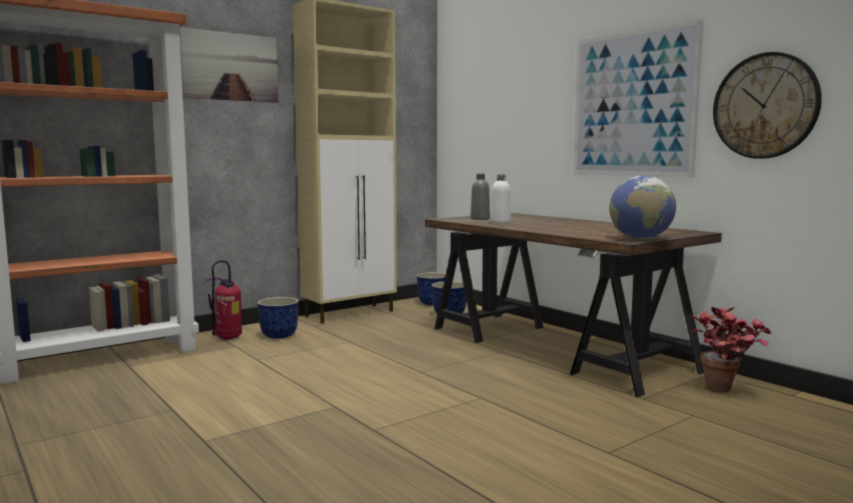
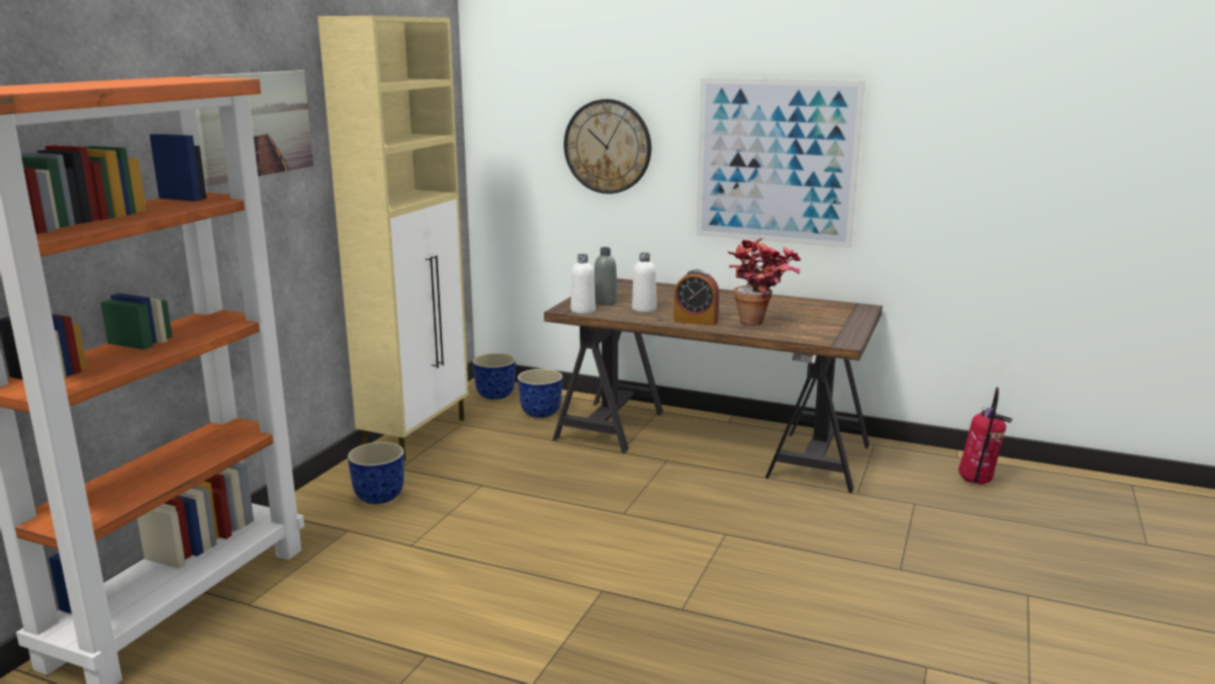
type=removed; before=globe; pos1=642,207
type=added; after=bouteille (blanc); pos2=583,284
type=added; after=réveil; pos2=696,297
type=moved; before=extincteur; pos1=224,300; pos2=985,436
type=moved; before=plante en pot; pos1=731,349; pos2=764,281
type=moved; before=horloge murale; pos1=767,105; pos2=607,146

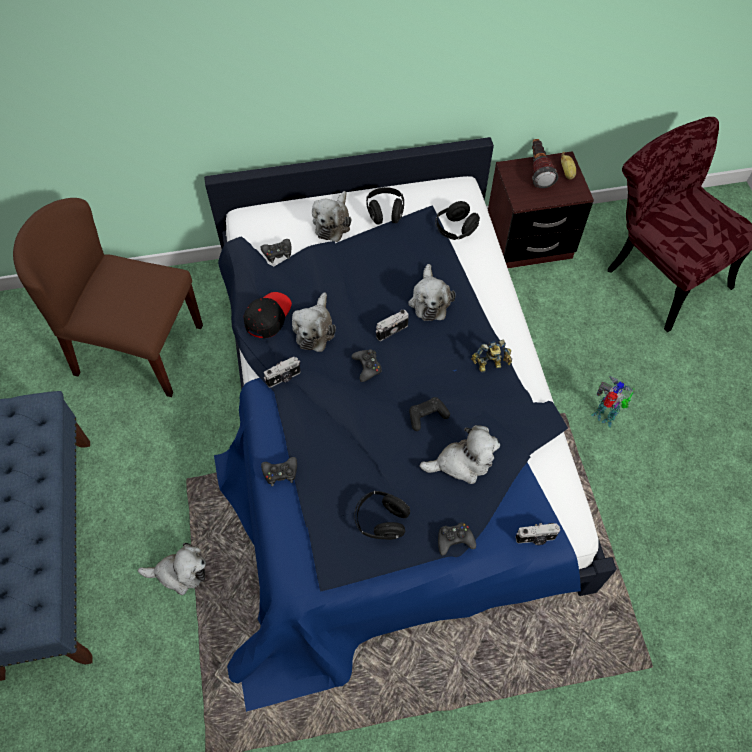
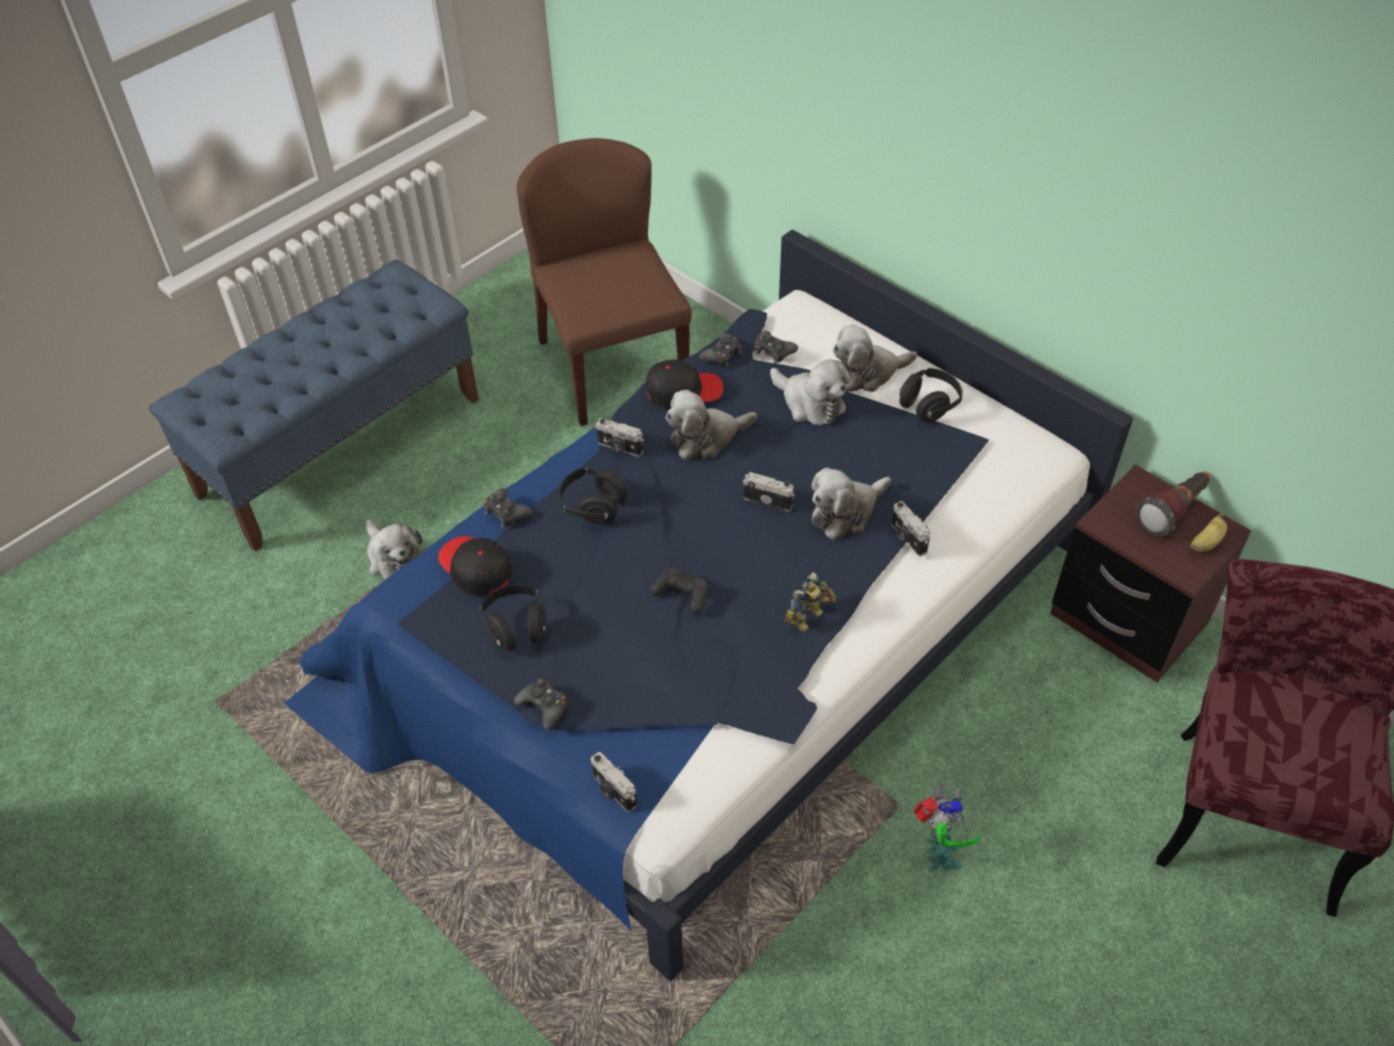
type=added; after=casquette (noir); pos2=475,566
type=added; after=appareil photo; pos2=910,528
type=moved; before=manette (noir); pos1=367,365; pos2=720,350
type=moved; before=peluche; pos1=459,454; pos2=810,392
type=moved; before=casque audio (noir); pos1=457,220; pos2=592,496
type=turned; before=robot jouet; pos1=491,356; pos2=810,602; turn=-90

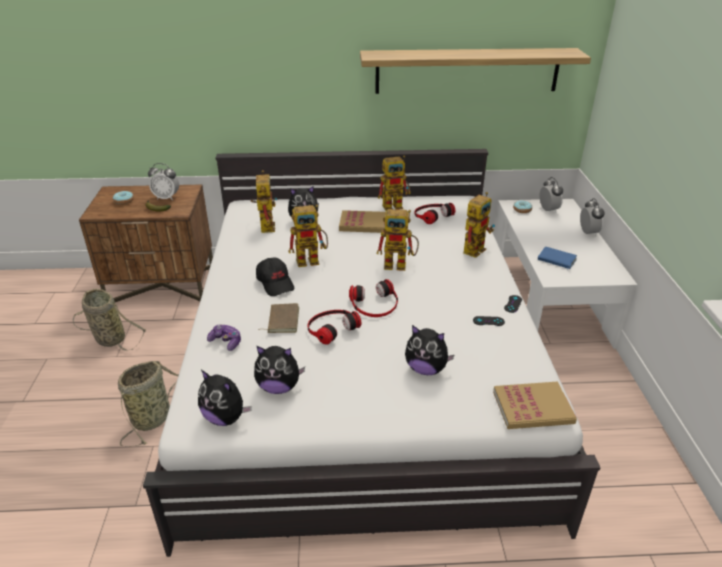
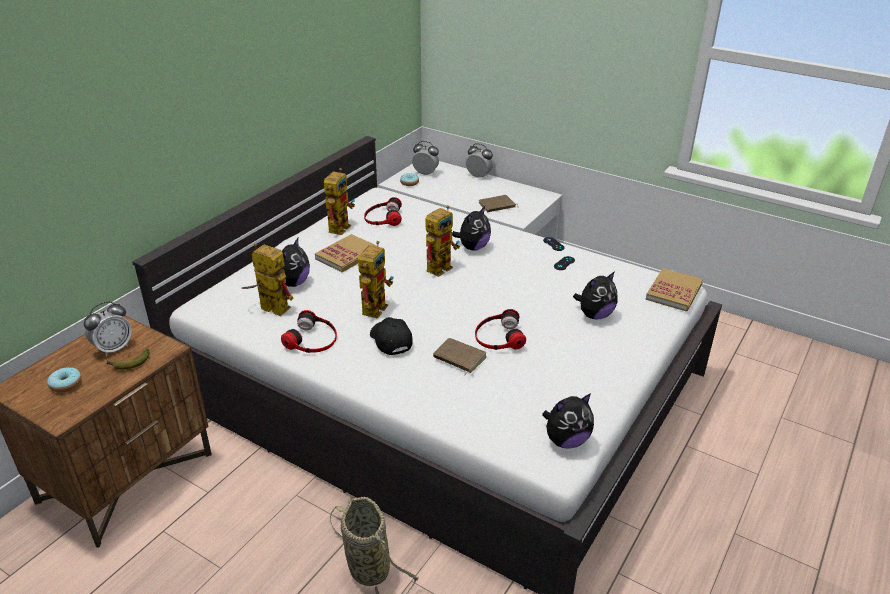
type=removed; before=panier; pos1=109,320
type=removed; before=manette; pos1=224,337
type=removed; before=étagère; pos1=475,71
type=removed; before=robot jouet; pos1=479,225
type=moved; before=peluche; pos1=279,370; pos2=471,228
type=moved; before=casque audio; pos1=373,298; pos2=309,331
type=recoloured; before=livre (bleu); after=livre (marron); pos1=557,258; pos2=499,203
type=turned; before=casquette (noir); pos1=275,276; pos2=391,336; turn=-120

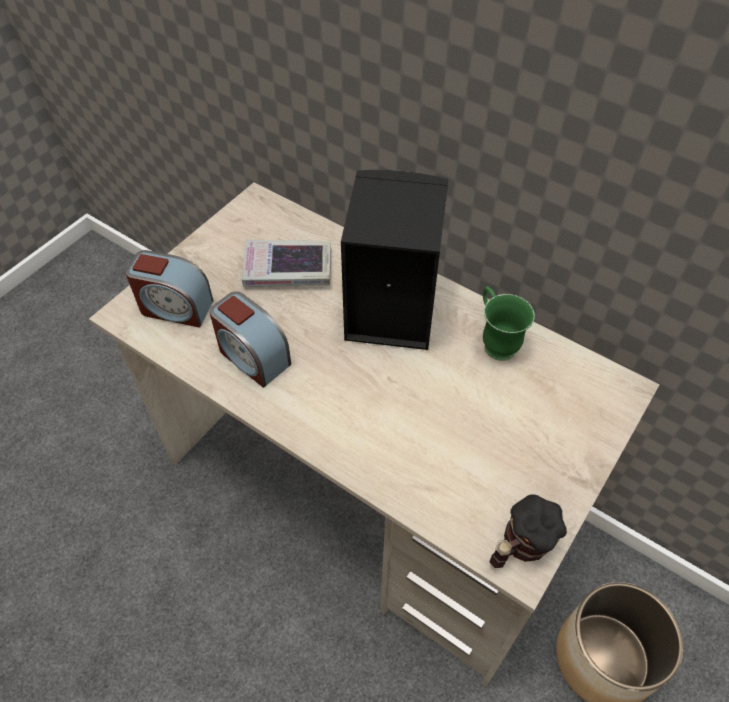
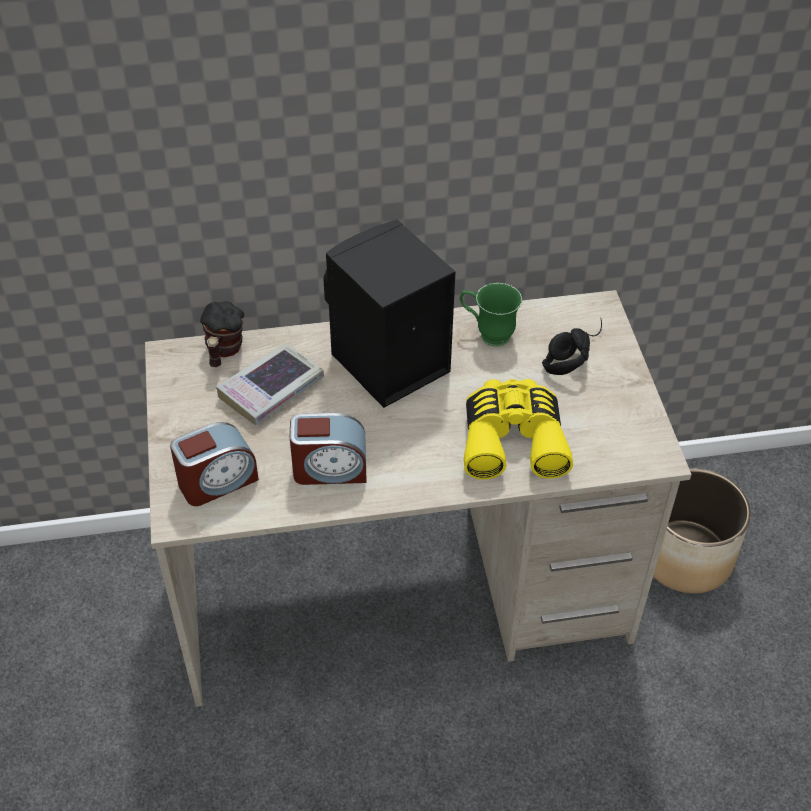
type=added; after=jumelles (jaune); pos2=518,429
type=added; after=casque audio (noir); pos2=572,346
type=moved; before=mug; pos1=528,531; pos2=222,334

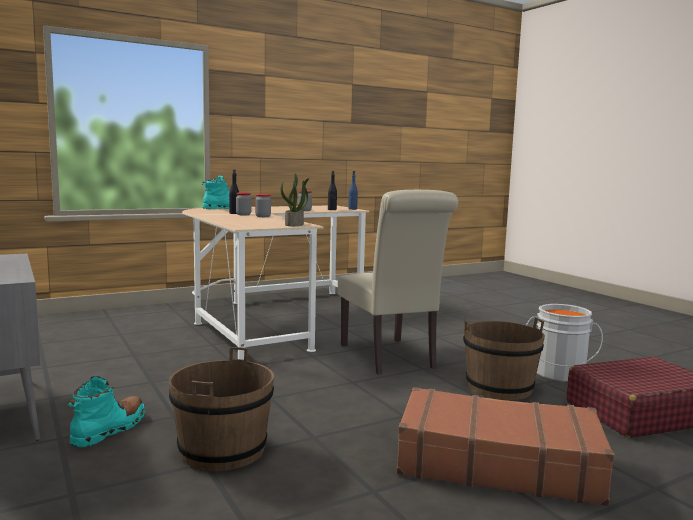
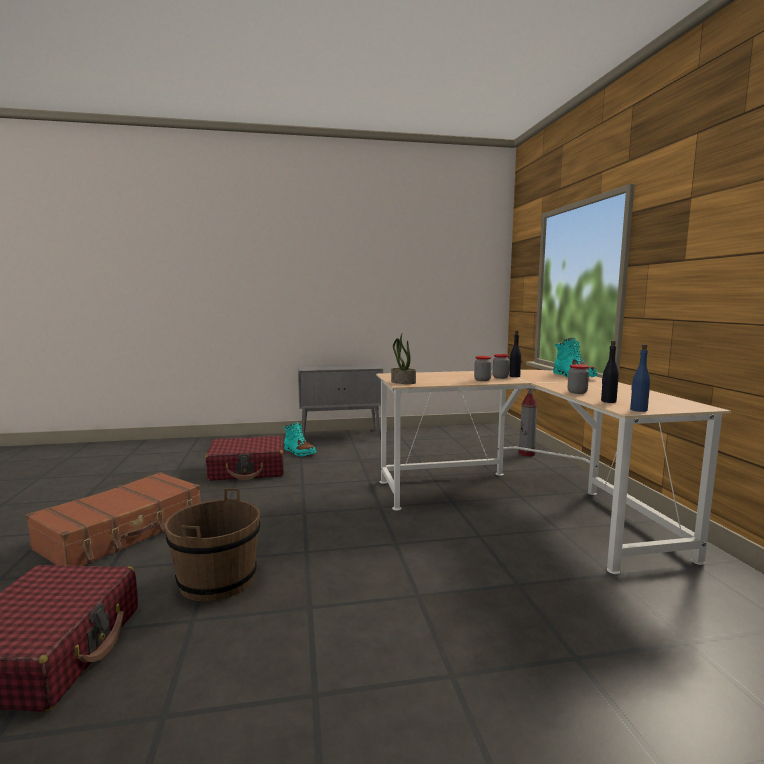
type=removed; before=chaise (beige); pos1=398,282
type=removed; before=seau (gris); pos1=564,343
type=added; after=extincteur; pos2=528,422
type=replaced; before=seau (marron); after=valise (rouge); pos1=221,409; pos2=244,458

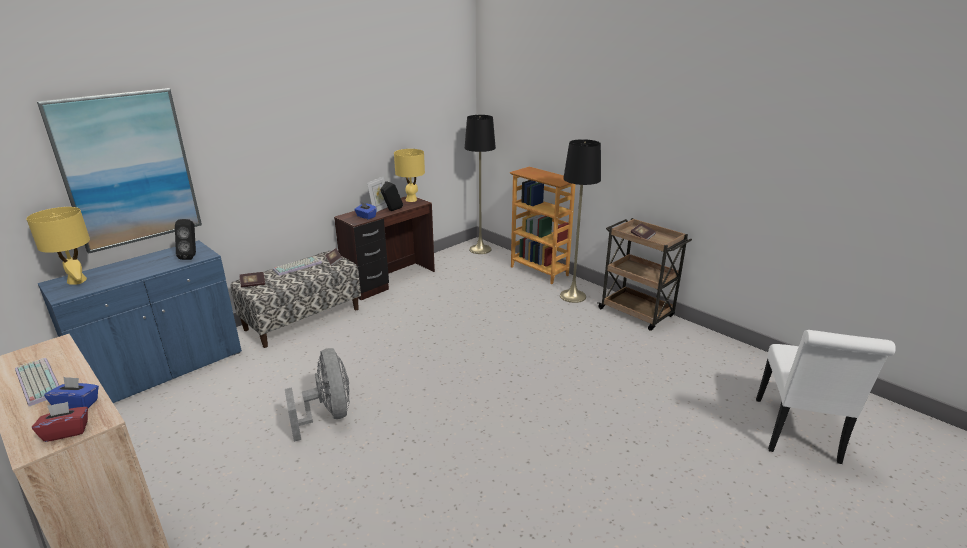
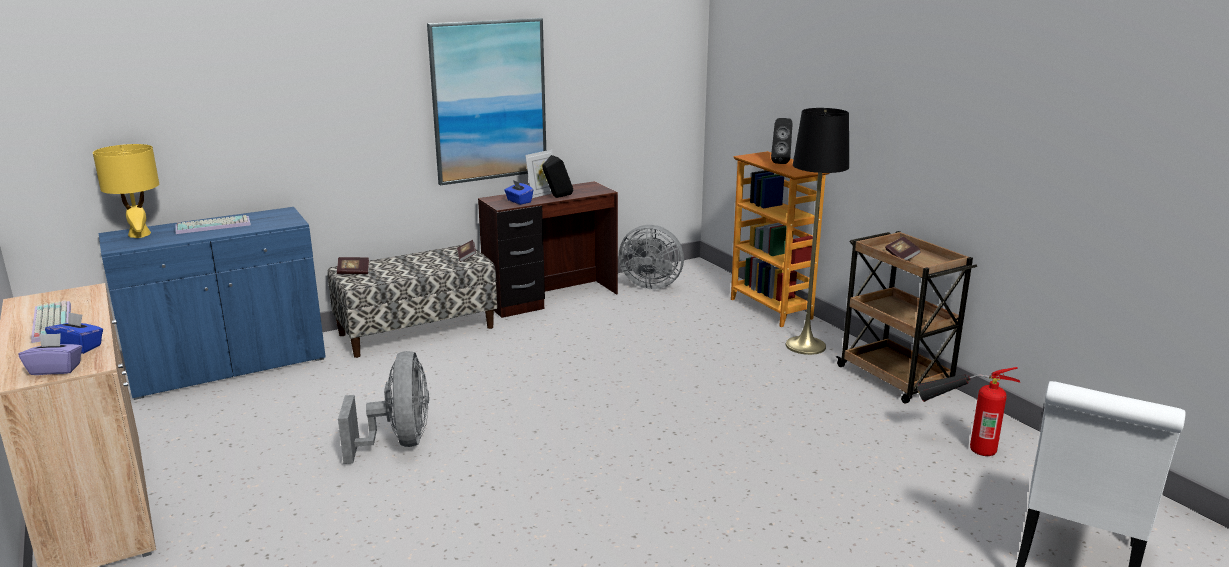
type=removed; before=lampe de table (jaune); pos1=409,175
type=removed; before=lampadaire (noir); pos1=480,184
type=added; after=ventilateur (gris); pos2=651,257
type=added; after=extincteur; pos2=968,411
type=moved; before=tableau; pos1=119,171; pos2=486,101
type=moved; before=enceinte (noir); pos1=185,239; pos2=781,141
type=moved; before=clavier; pos1=297,266; pos2=213,224
type=recoloured; before=boîte à mouchoirs (rouge); after=boîte à mouchoirs (violet); pos1=60,422; pos2=50,354

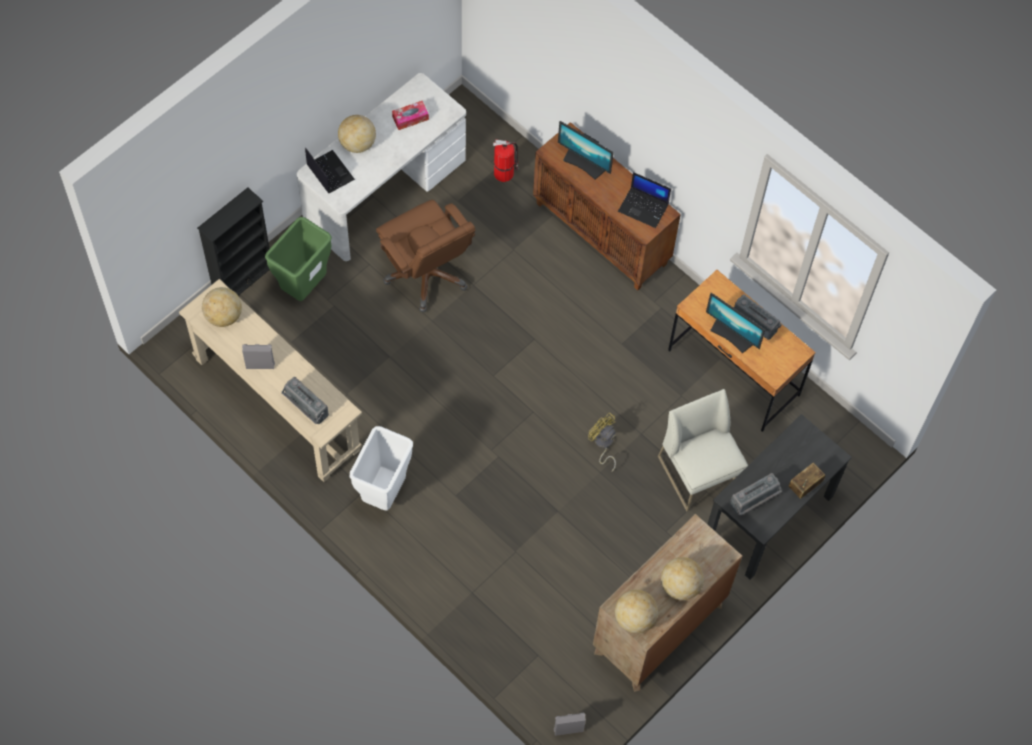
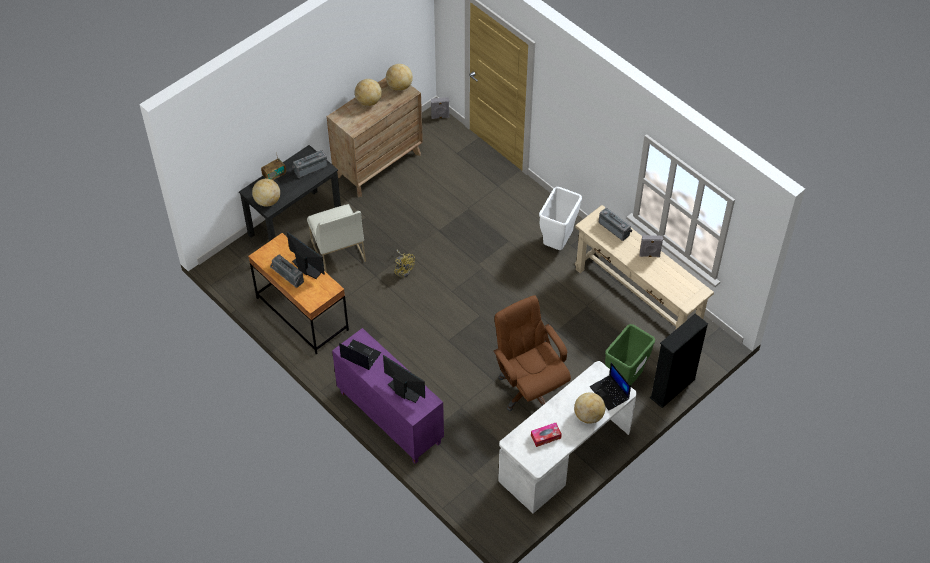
type=removed; before=extincteur; pos1=506,161
type=moved; before=globe; pos1=222,307; pos2=266,193
type=recoloured; before=meuble de rangement (marron); after=meuble de rangement (violet); pos1=607,206; pos2=388,396

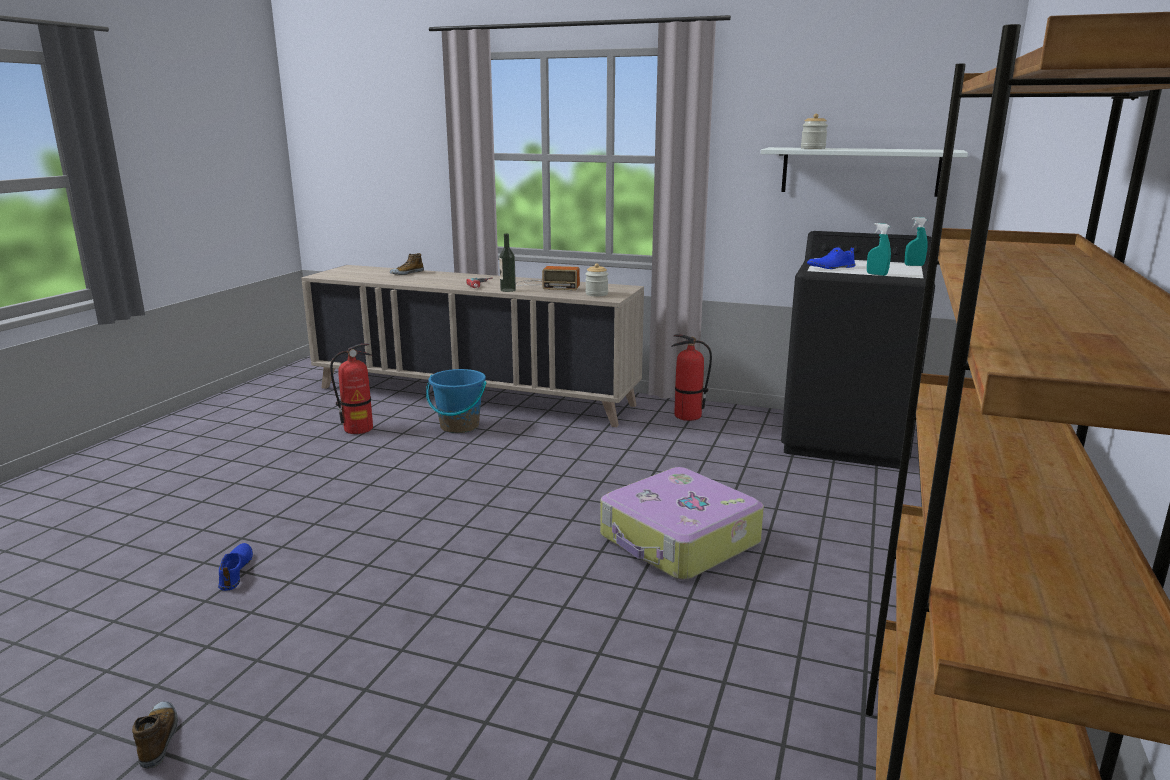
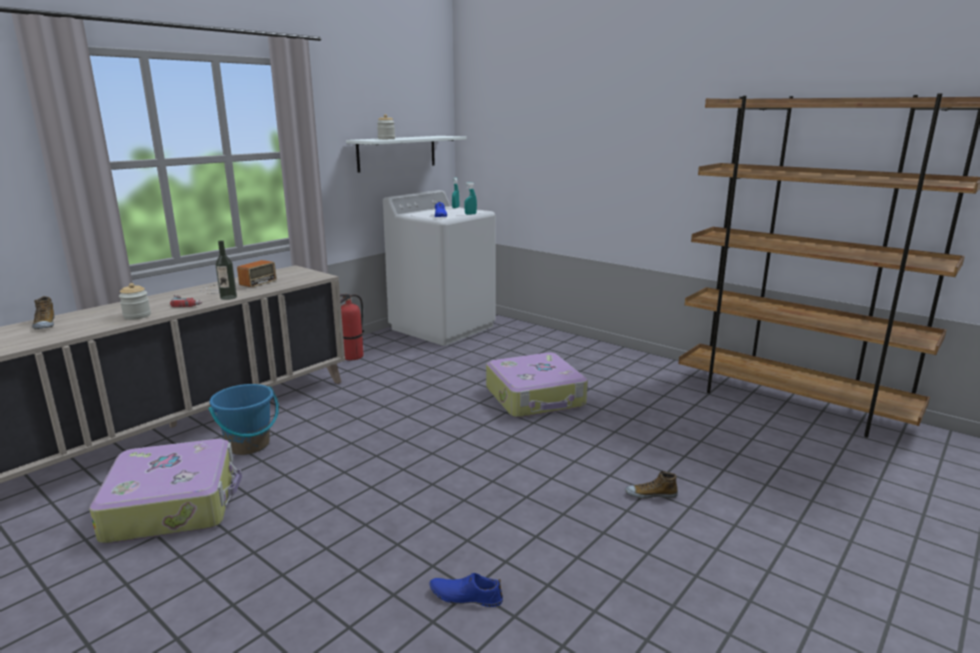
type=moved; before=chaussure; pos1=155,735; pos2=651,485
type=moved; before=bocal; pos1=596,279; pos2=135,301
type=replaced; before=extincteur; after=valise; pos1=351,388; pos2=165,491
type=recoloured; before=lave-linge (noir); after=lave-linge (blanc); pos1=858,350; pos2=439,268

